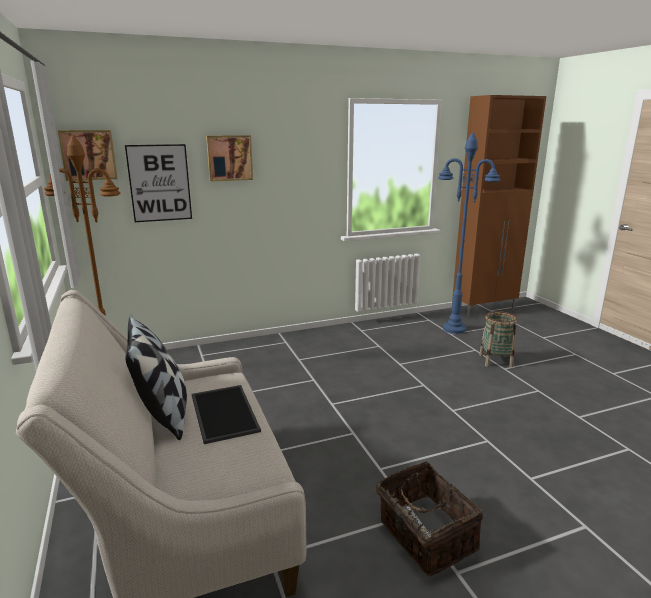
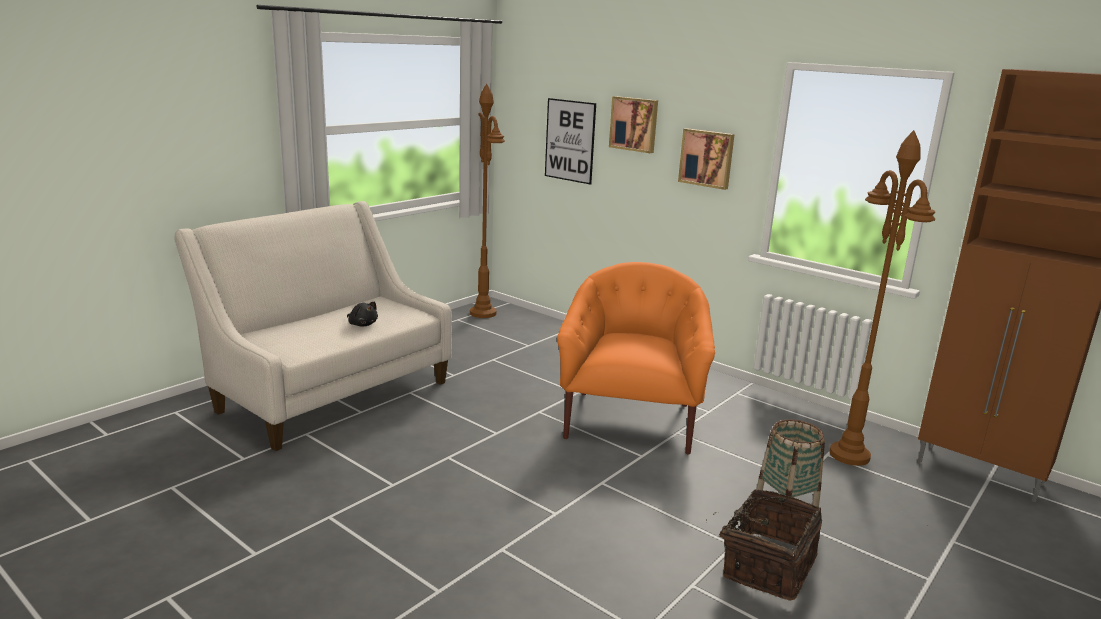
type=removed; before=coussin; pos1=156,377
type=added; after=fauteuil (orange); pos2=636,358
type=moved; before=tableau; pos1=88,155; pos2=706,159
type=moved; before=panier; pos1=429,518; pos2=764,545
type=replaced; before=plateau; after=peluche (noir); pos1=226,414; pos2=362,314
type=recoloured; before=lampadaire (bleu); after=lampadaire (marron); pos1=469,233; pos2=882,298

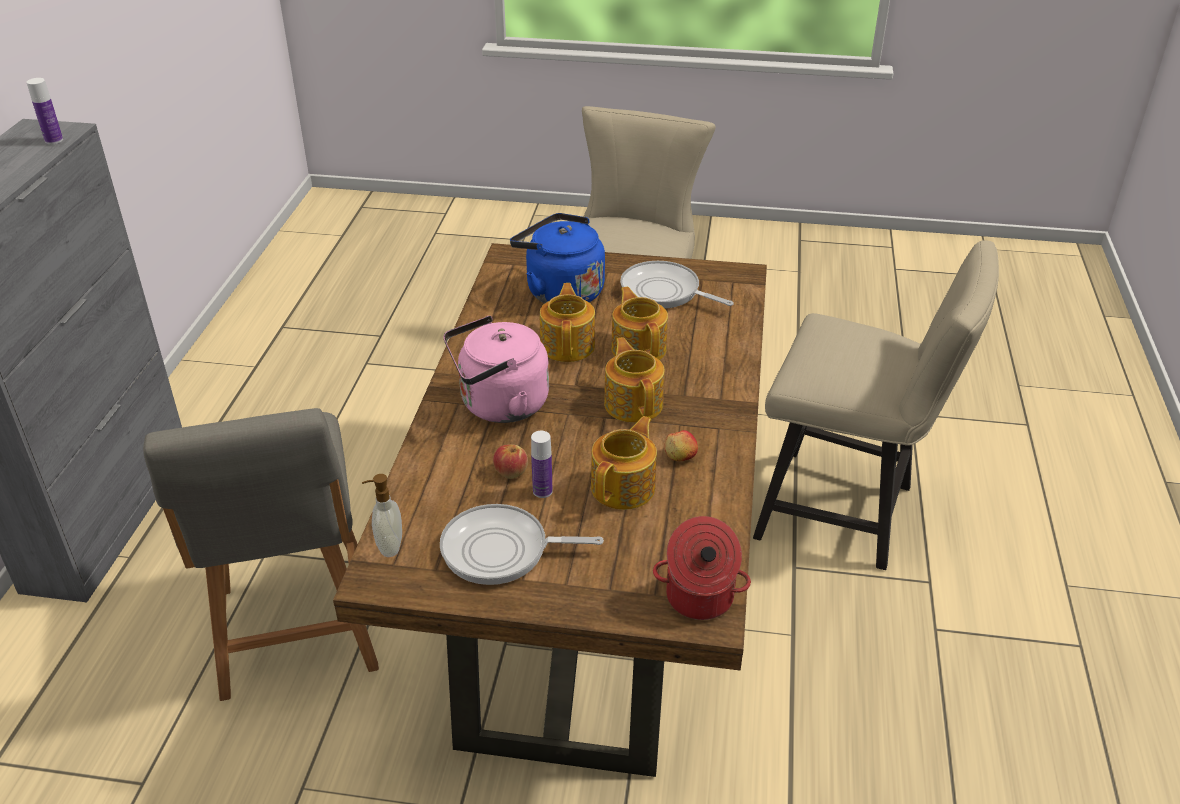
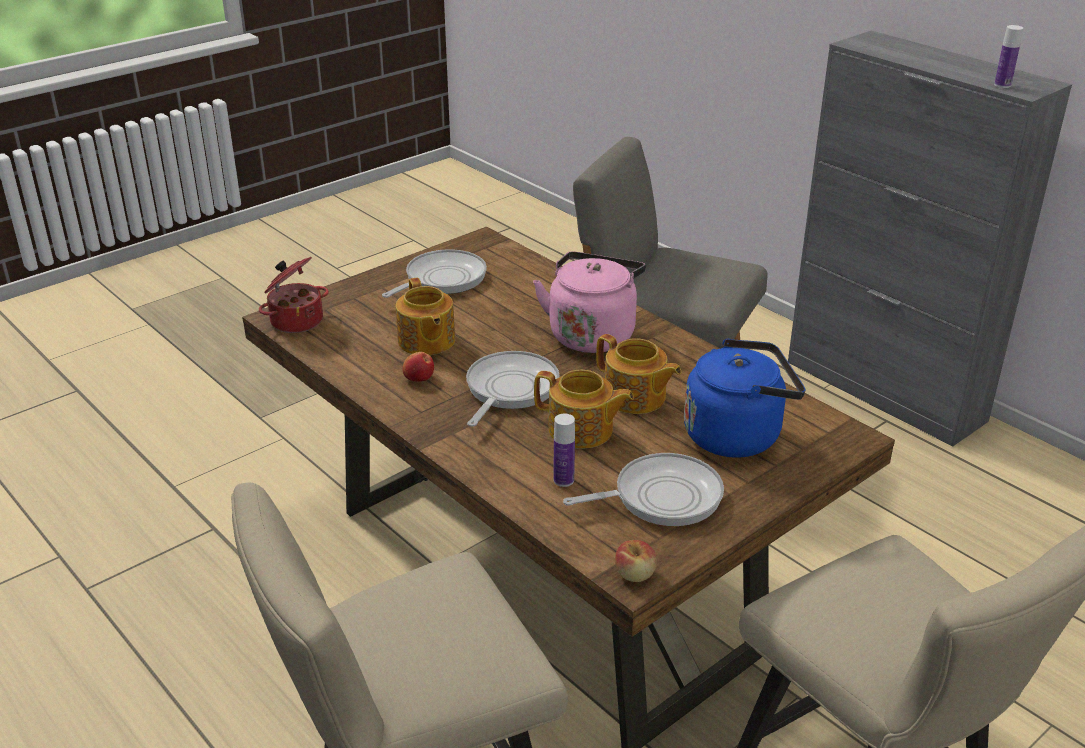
type=removed; before=distributeur de savon; pos1=382,515
type=moved; before=pomme; pos1=510,461; pos2=636,561
type=moved; before=bouteille; pos1=542,464; pos2=564,450
type=replaced; before=théière; after=poêle; pos1=634,380; pos2=513,389

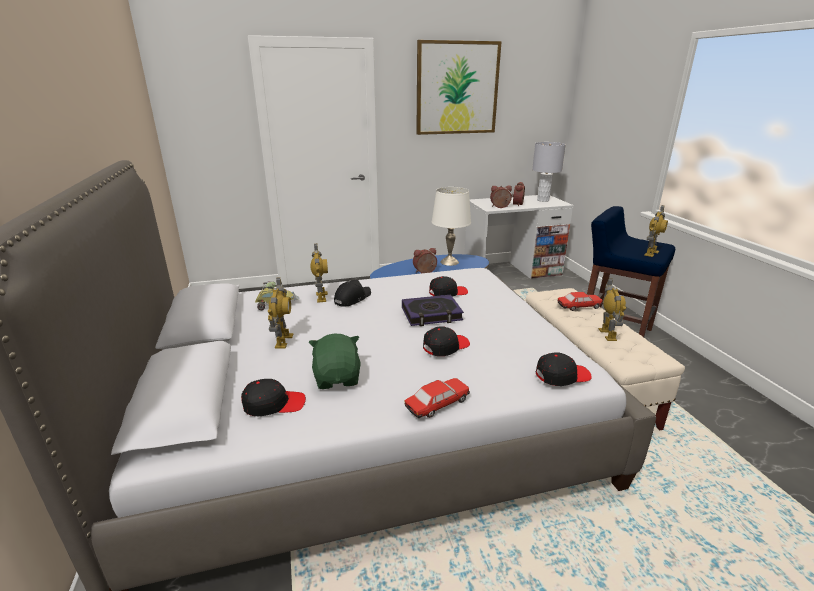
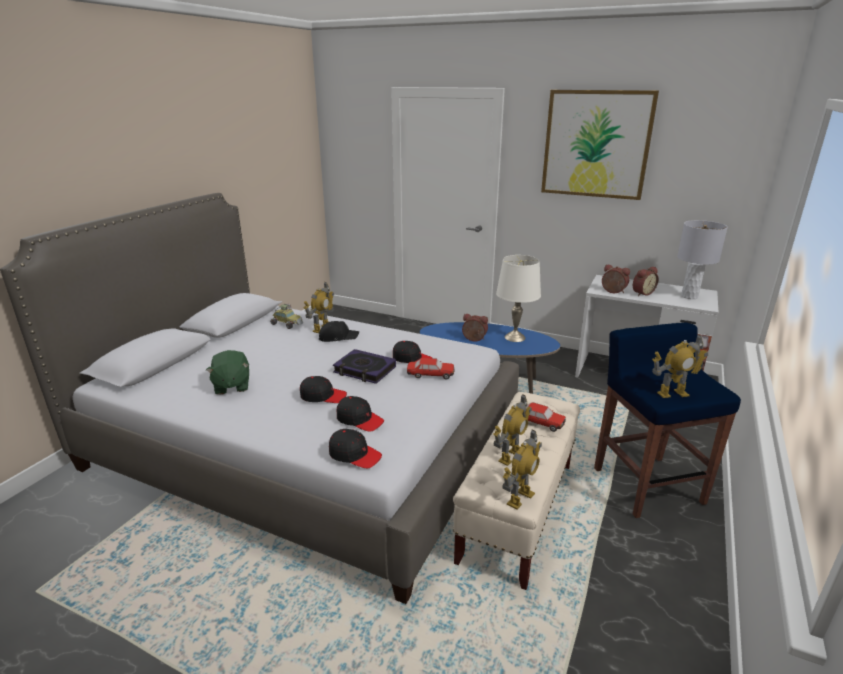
type=moved; before=casquette (noir); pos1=273,397; pos2=360,414
type=moved; before=robot jouet; pos1=280,313; pos2=522,470
type=moved; before=petite voiture; pos1=437,398; pos2=430,369
type=turned; before=peluche (vert); pos1=335,361; pos2=227,372; turn=135

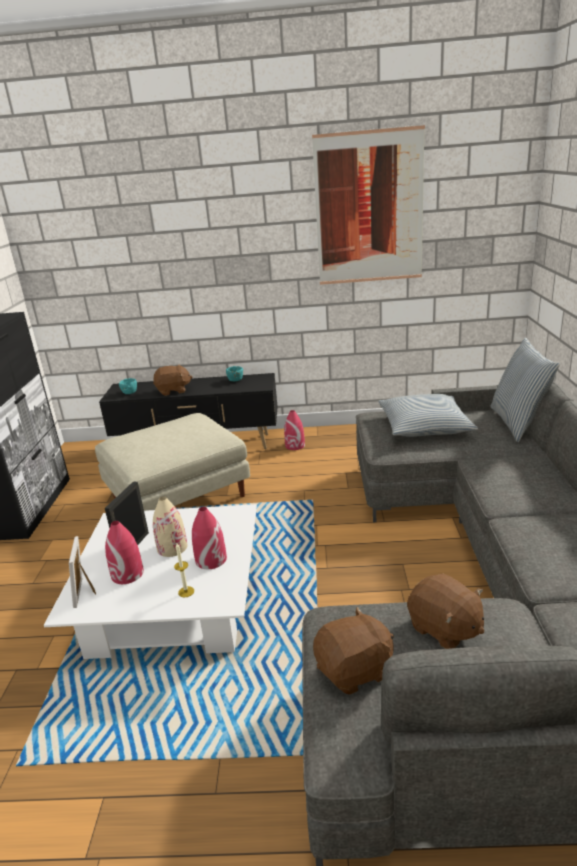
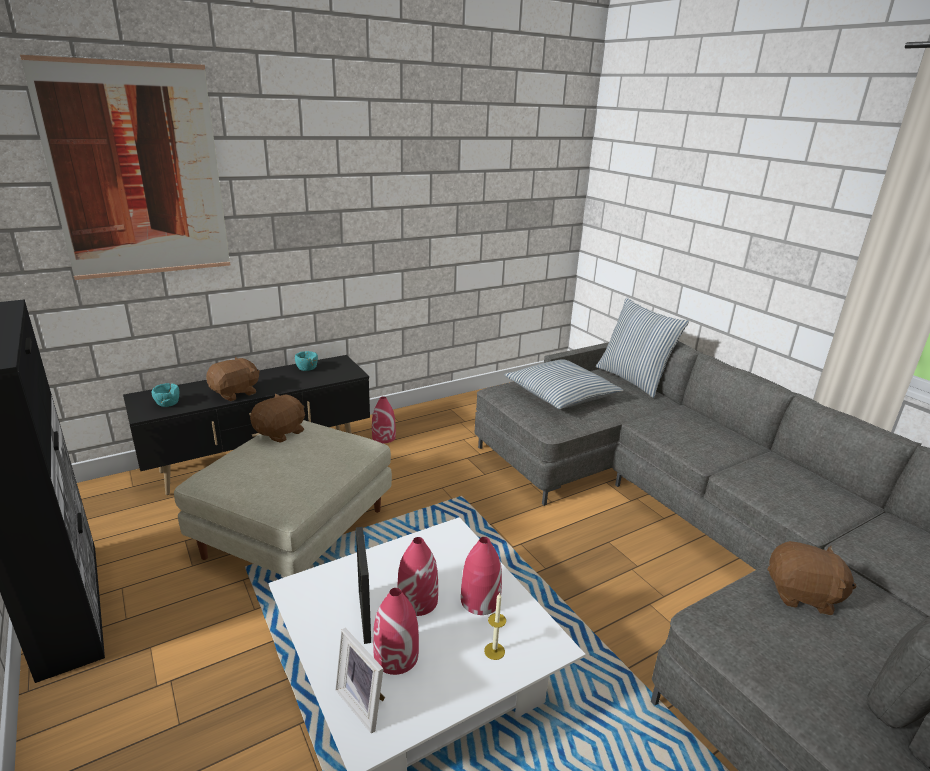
type=moved; before=tableau; pos1=368,205; pos2=125,167
type=moved; before=peluche (marron); pos1=353,651; pos2=277,417
type=recoloured; before=vase (beige); after=vase (rouge); pos1=170,526; pos2=417,576

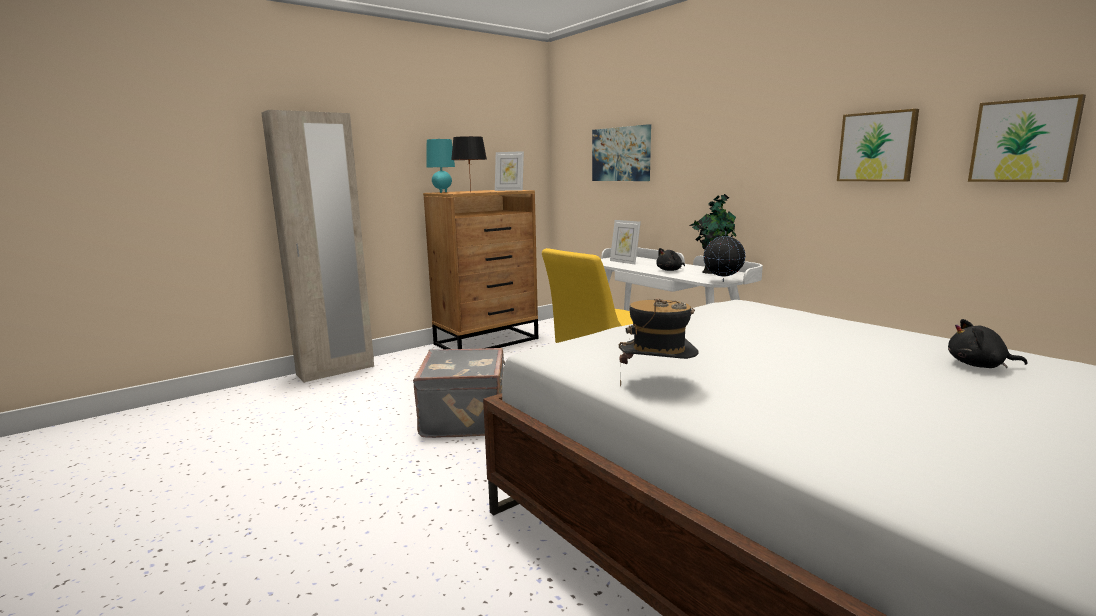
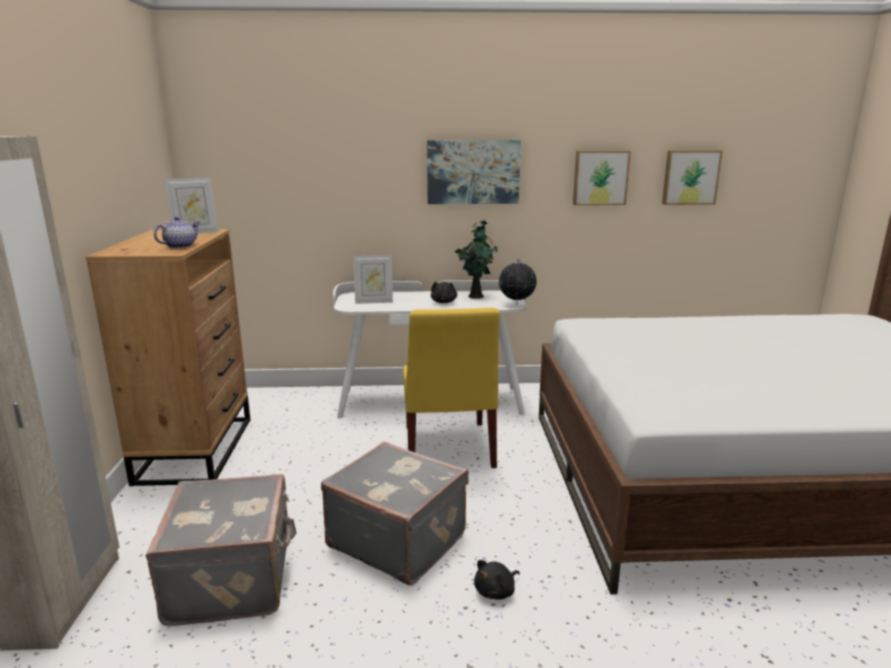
type=removed; before=lampe de table (turquoise); pos1=441,166
type=removed; before=chapeau; pos1=659,342
type=added; after=valise (gris); pos2=221,550
type=moved; before=tableau; pos1=621,152; pos2=474,172
type=moved; before=peluche (noir); pos1=988,343; pos2=497,580
type=replaced; before=lampe de table (noir); after=théière; pos1=469,163; pos2=177,232

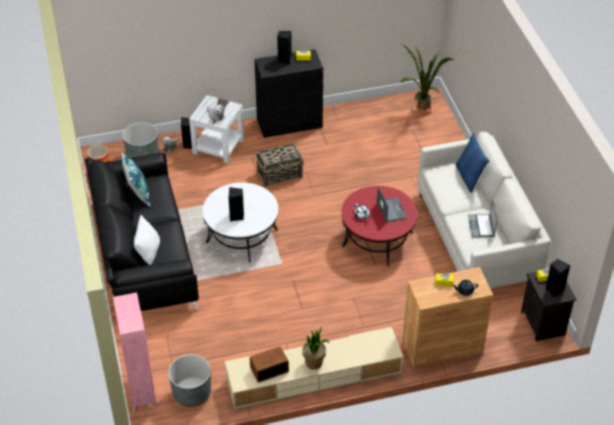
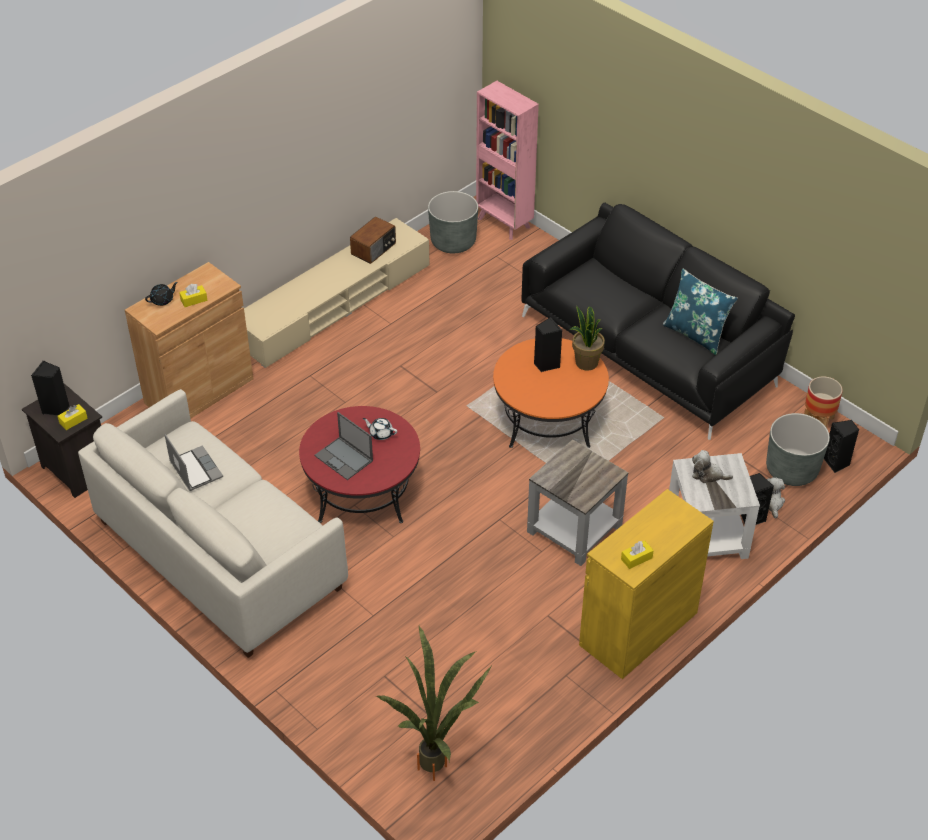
type=removed; before=coussin (blanc); pos1=147,240
type=removed; before=coussin (bleu); pos1=472,163
type=moved; before=enceinte (noir); pos1=284,47; pos2=841,446
type=moved; before=plante en pot; pos1=316,348; pos2=587,338
type=replaced; before=panier; after=table d'appoint (gris); pos1=280,165; pos2=577,503
type=recoloured; before=table basse (blanc); after=table basse (orange); pos1=240,223; pos2=551,393
type=recoloured; before=meuble de rangement (noir); after=meuble de rangement (jaune); pos1=288,93; pos2=646,584

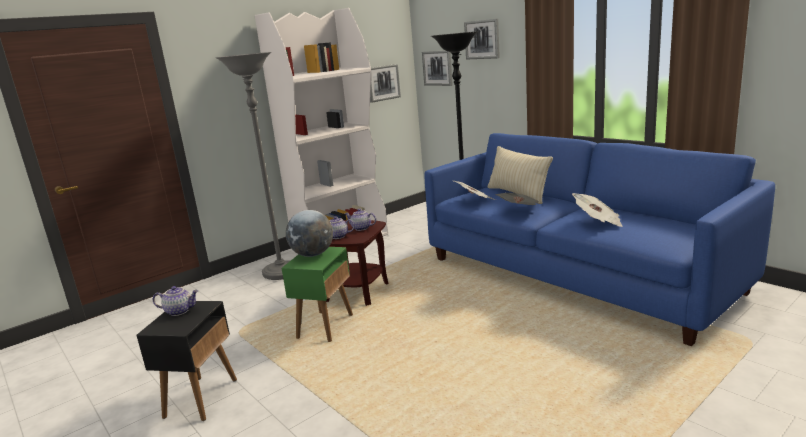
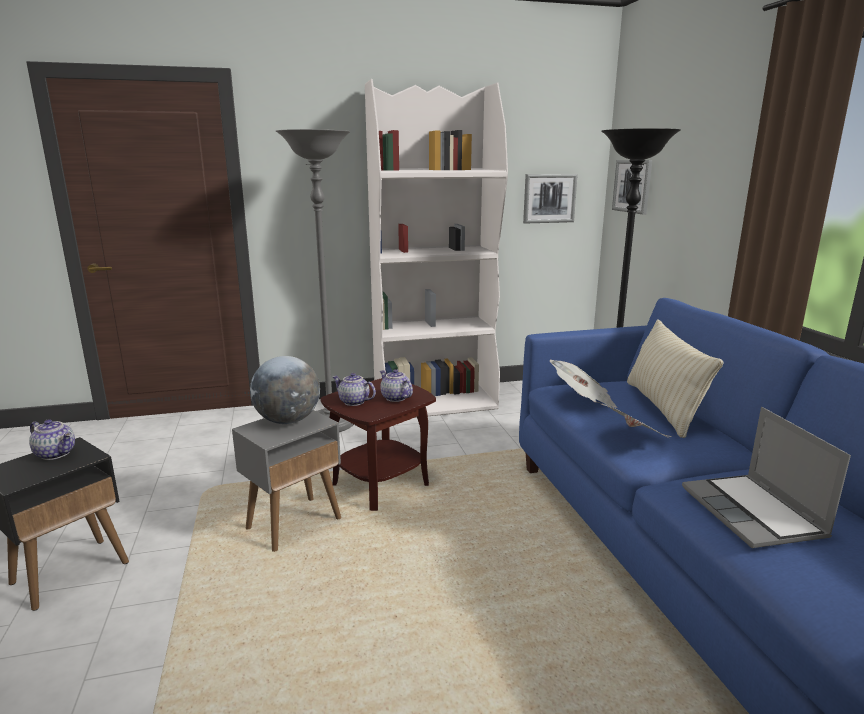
type=removed; before=tableau; pos1=482,39
type=replaced; before=journal; after=ordinateur portable; pos1=597,210; pos2=766,477
type=recoloured; before=table d'appoint (vert); after=table d'appoint (gris); pos1=317,294; pos2=286,481

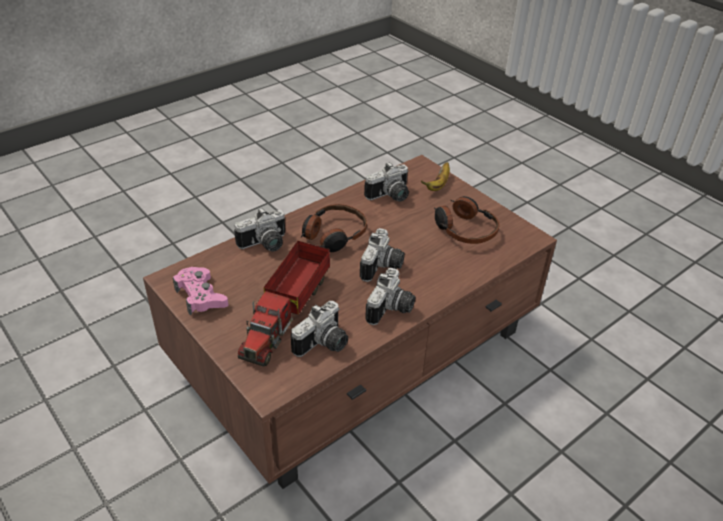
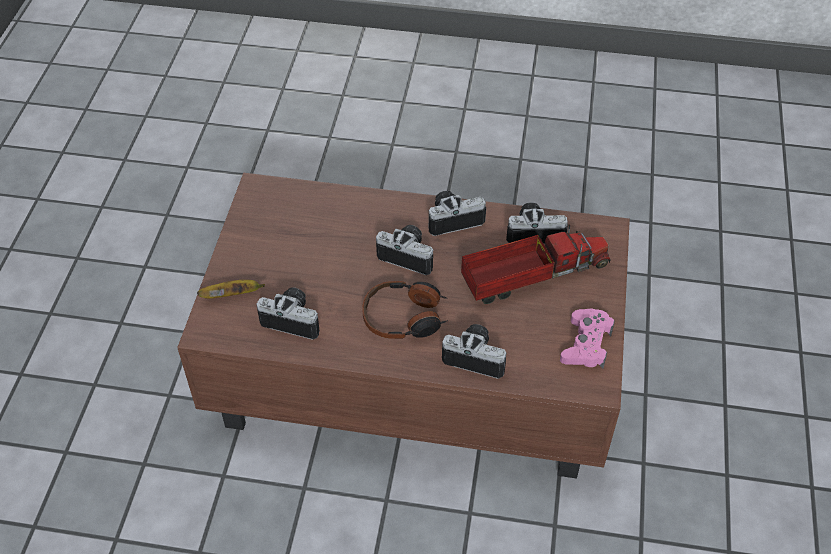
type=removed; before=casque audio; pos1=467,220
type=turned; before=appareil photo; pos1=382,255; pos2=405,250; turn=45

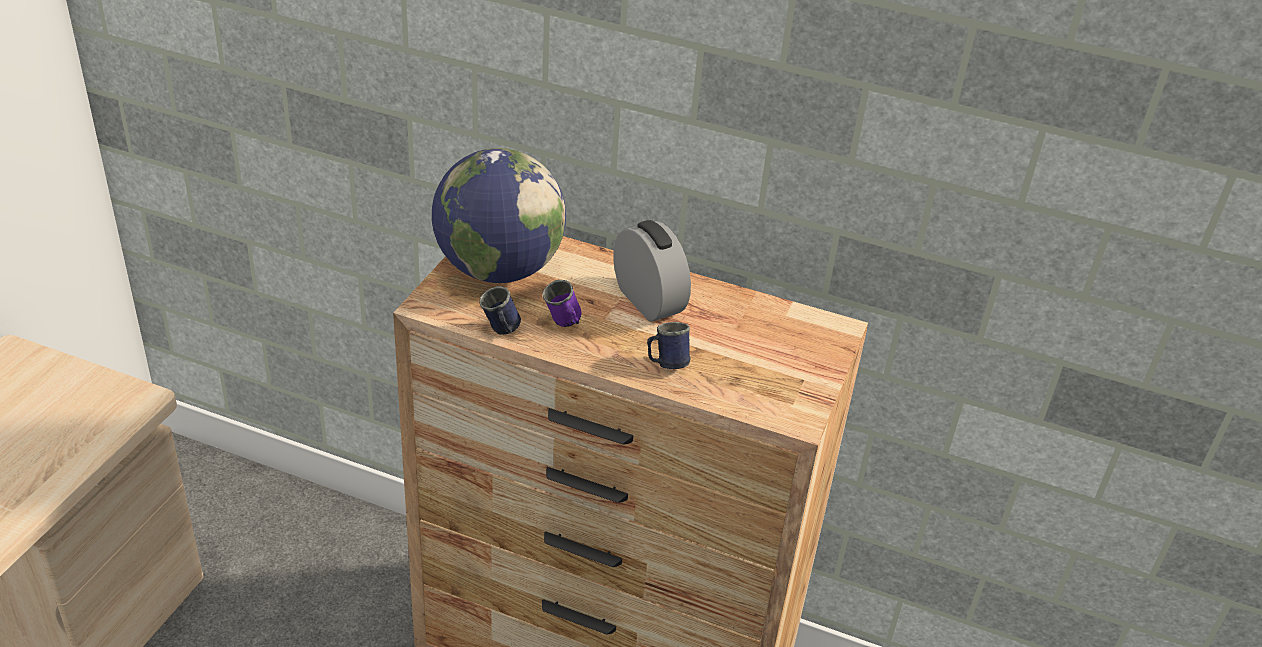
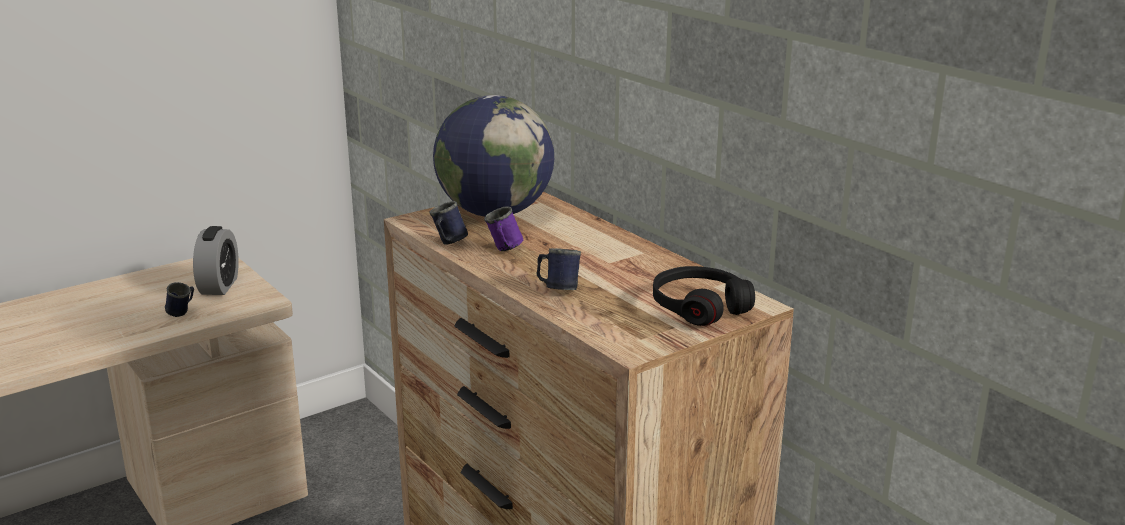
type=added; after=mug (bleu); pos2=179,299
type=added; after=casque audio (noir); pos2=704,296
type=moved; before=réveil; pos1=652,271; pos2=216,260

